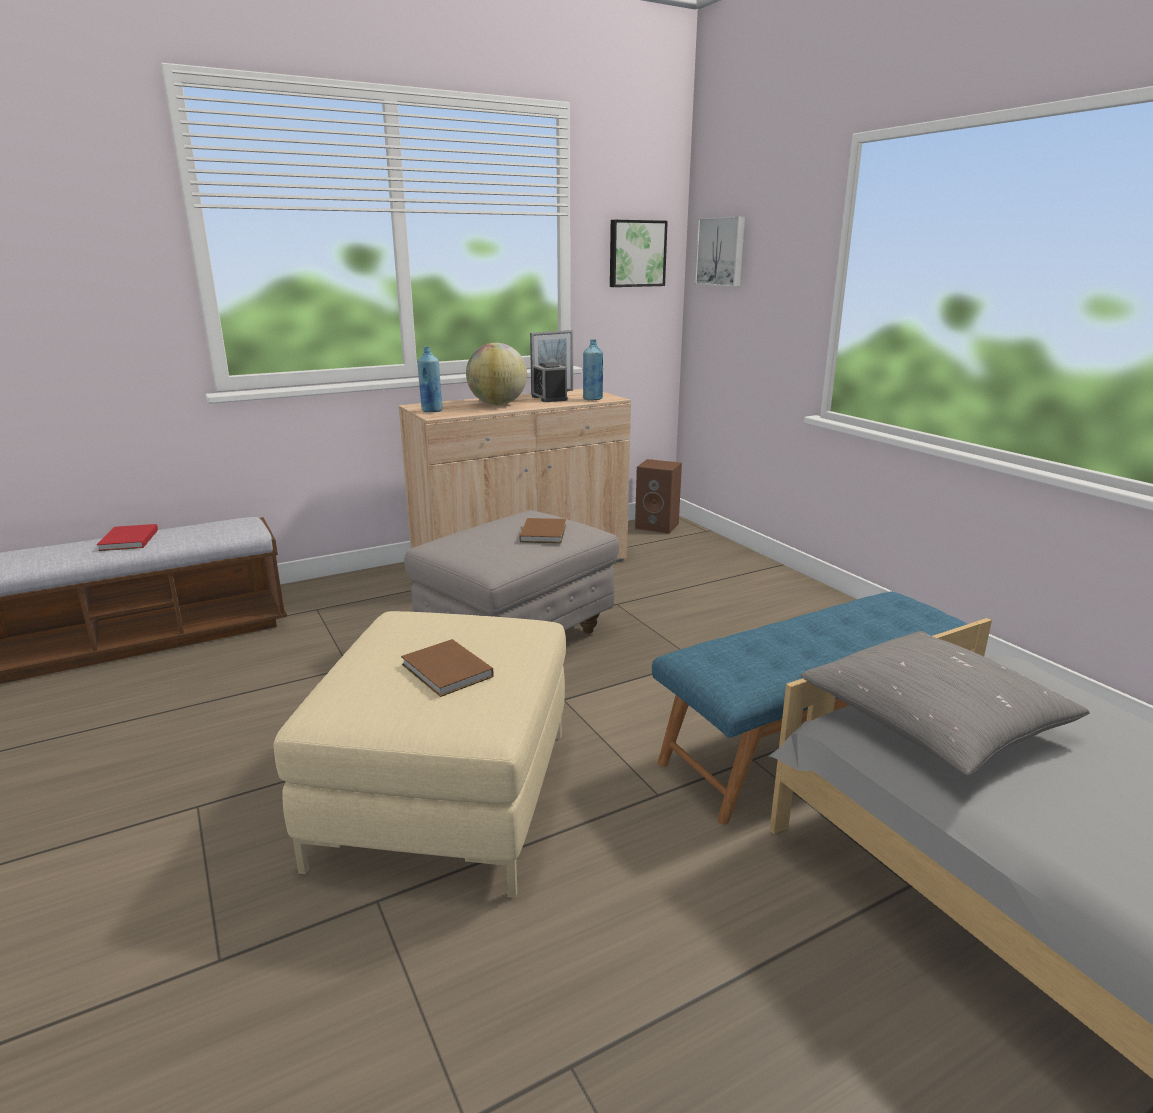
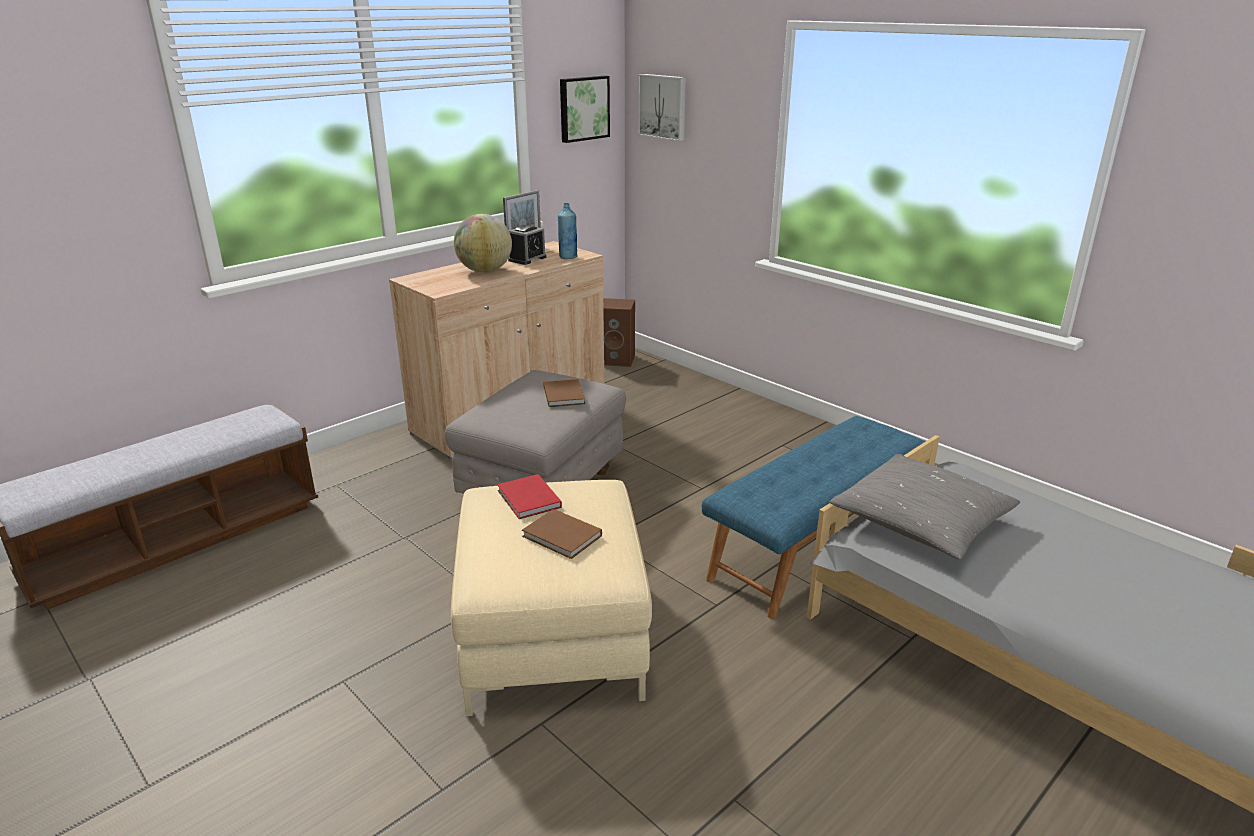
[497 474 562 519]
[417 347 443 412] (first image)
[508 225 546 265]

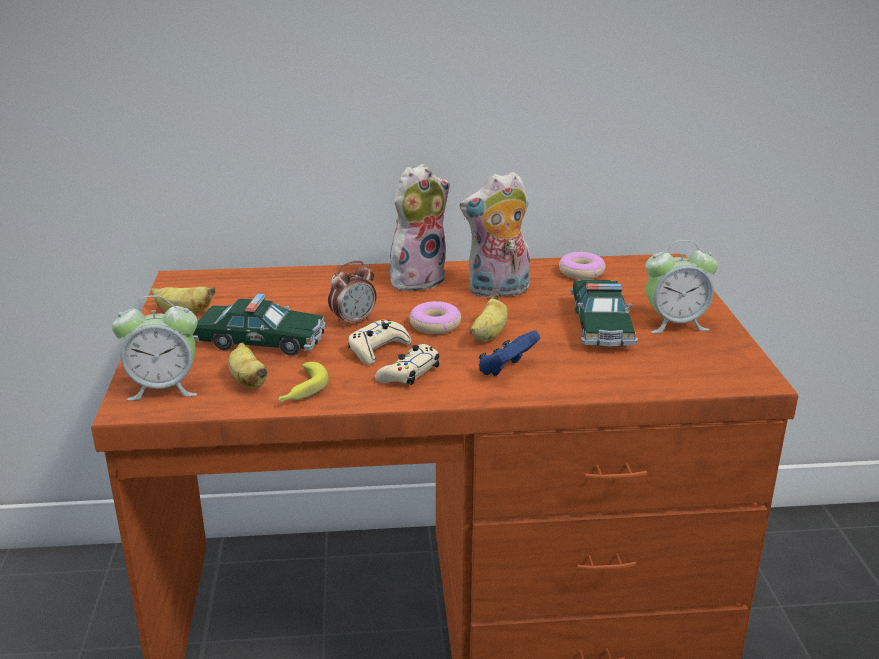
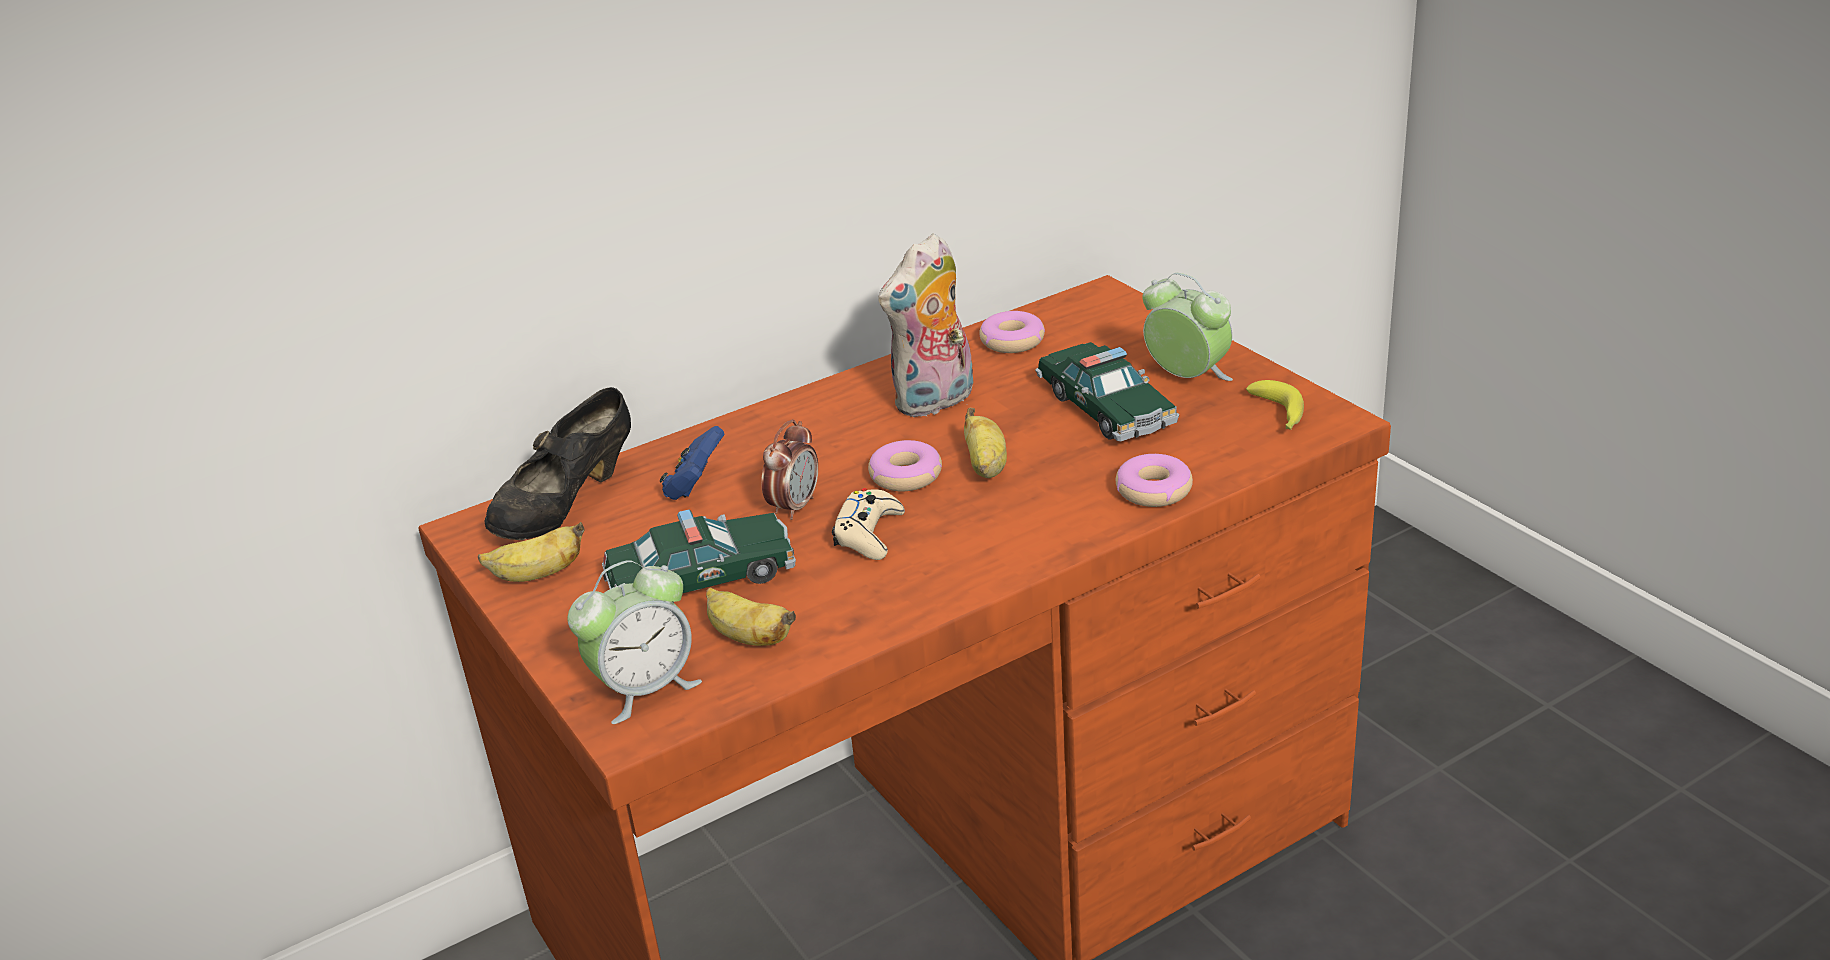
[1246 380 1304 429]
[375 344 439 385] (first image)
[390 164 450 291] (first image)
[660 426 725 500]
[1143 273 1233 381]
[484 387 631 540]
[1116 454 1193 507]

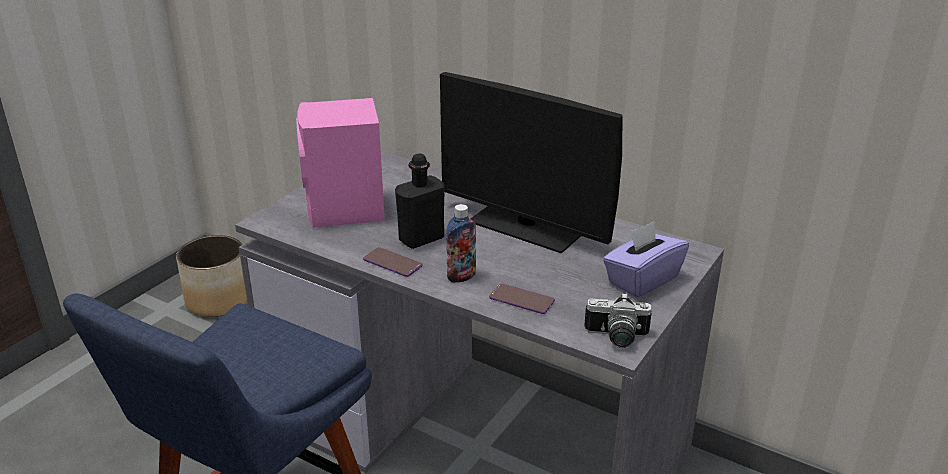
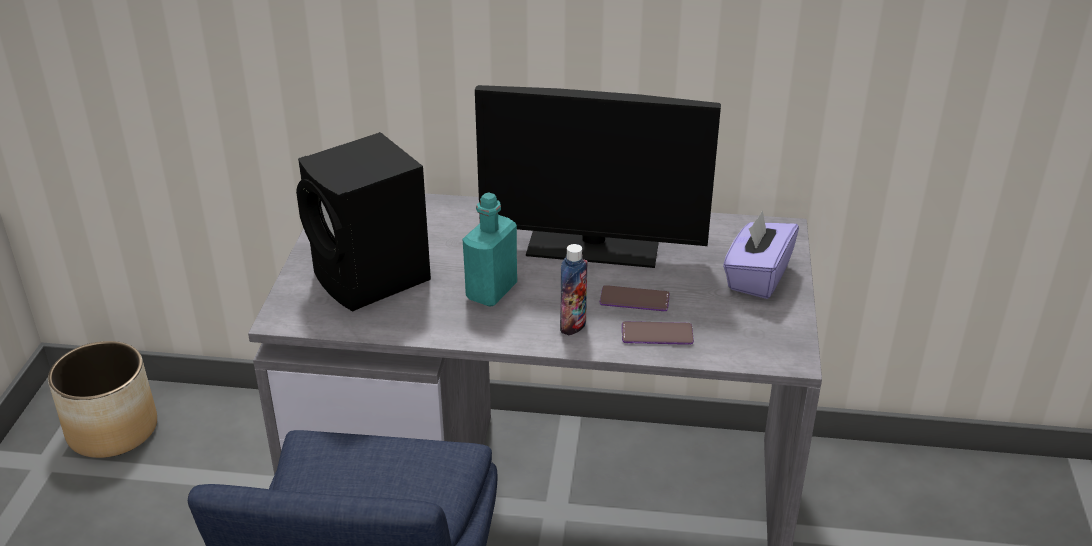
[296 132 431 312]
[599 285 670 311]
[463 192 517 306]
[584 292 652 348] (first image)

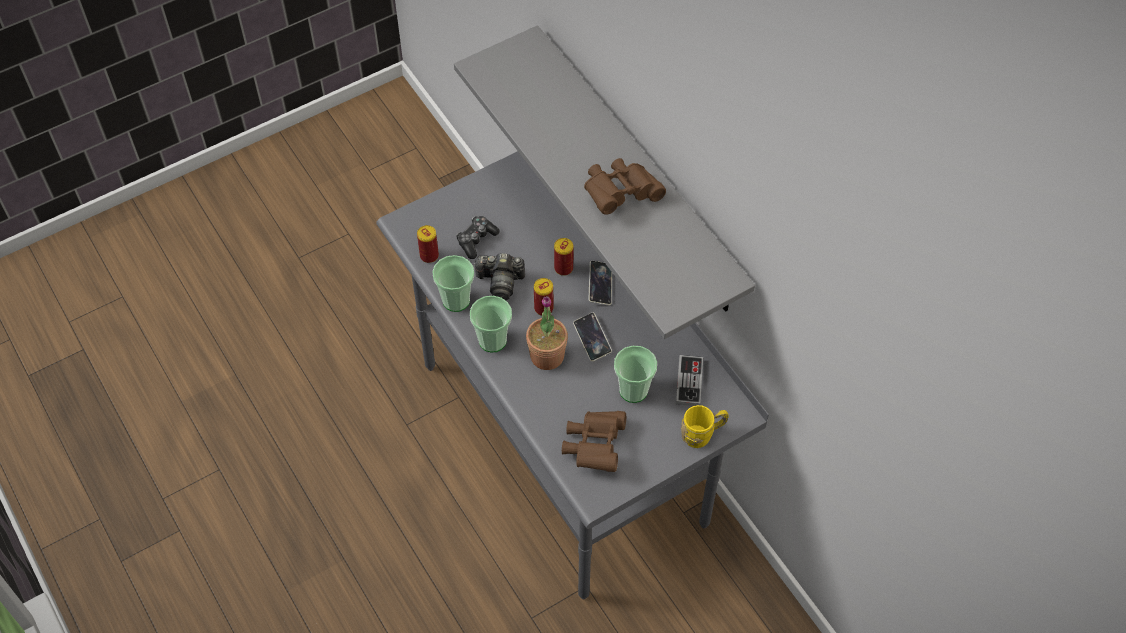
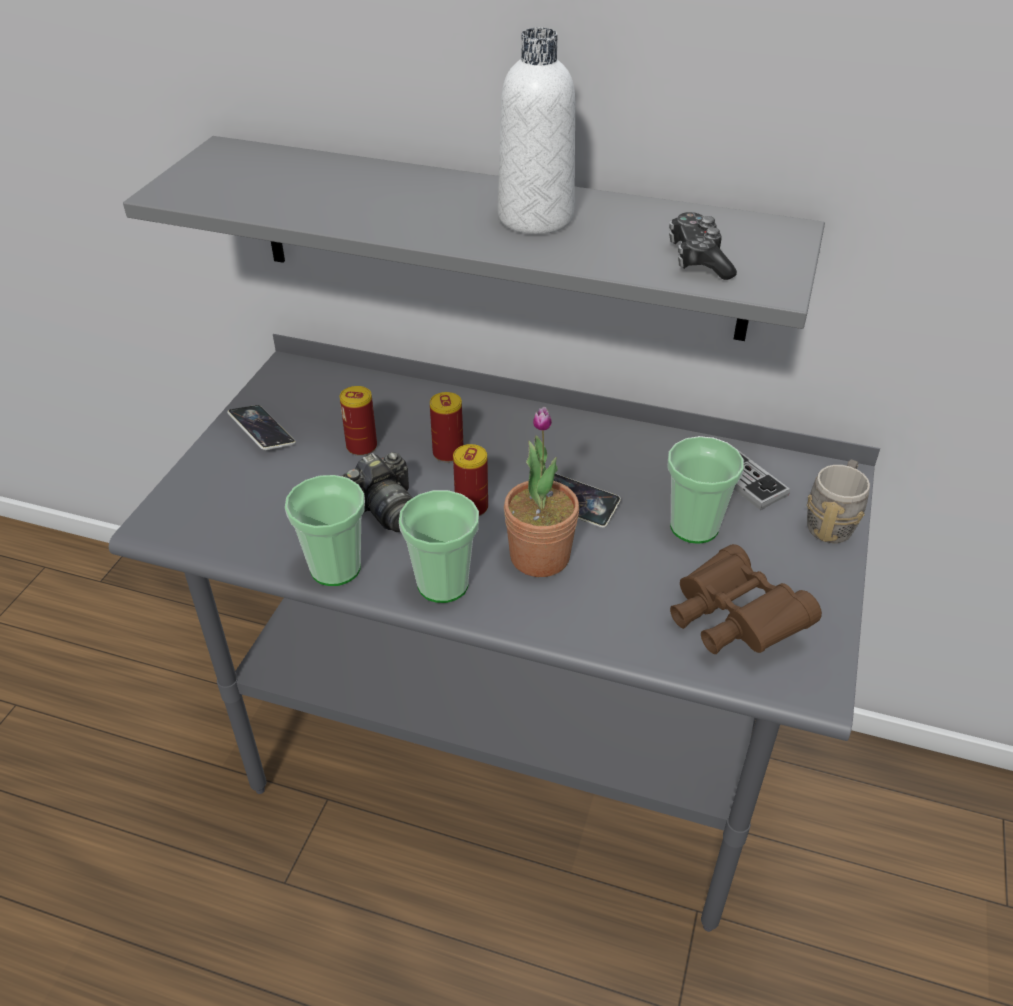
[340 386 377 456]
[669 212 737 280]
[498 28 575 234]
[227 405 296 450]
[807 460 870 543]

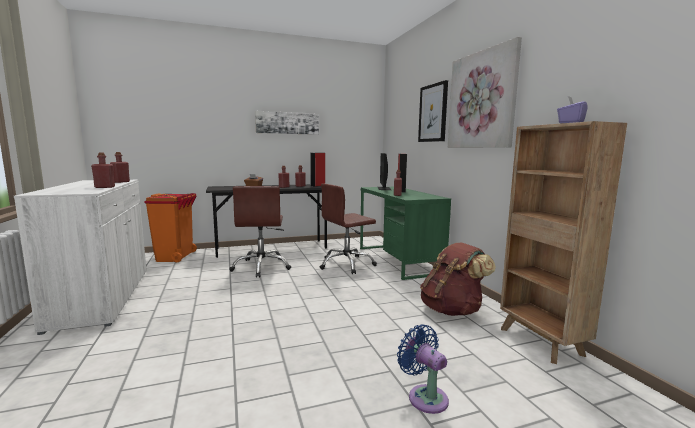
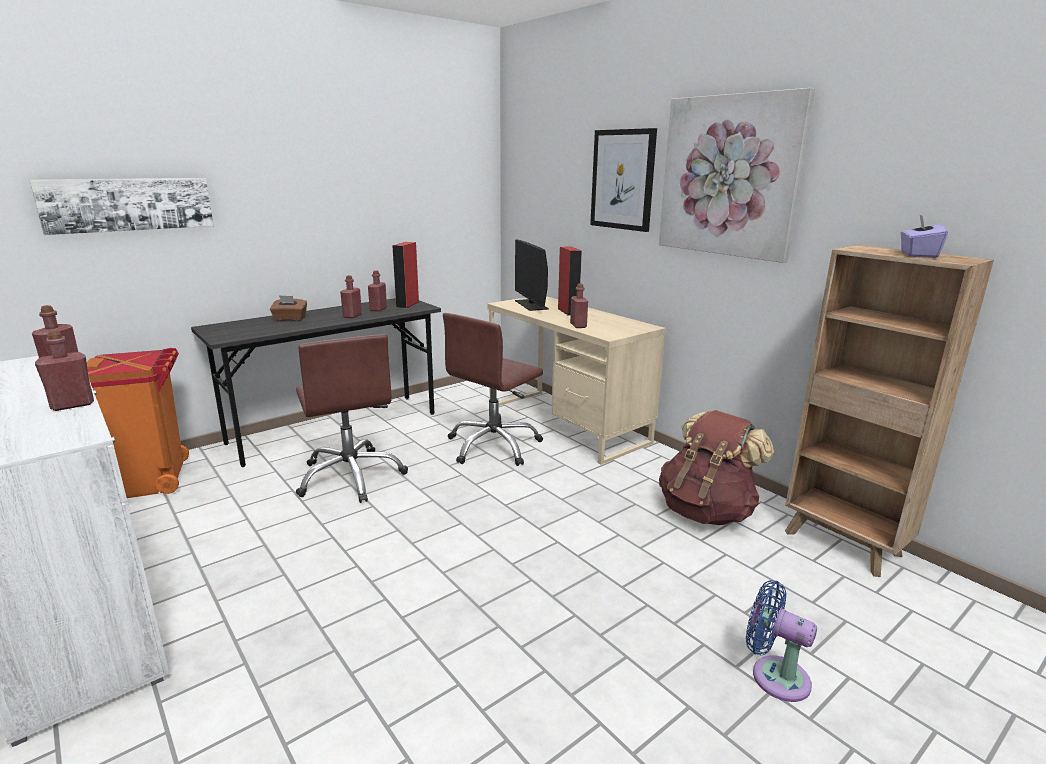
[30 178 214 235]
[487 296 666 465]

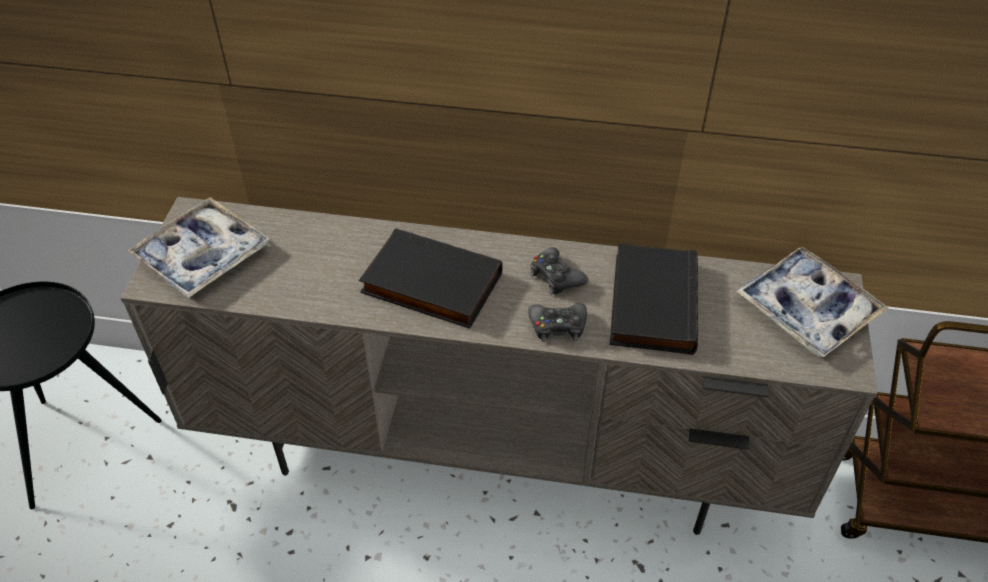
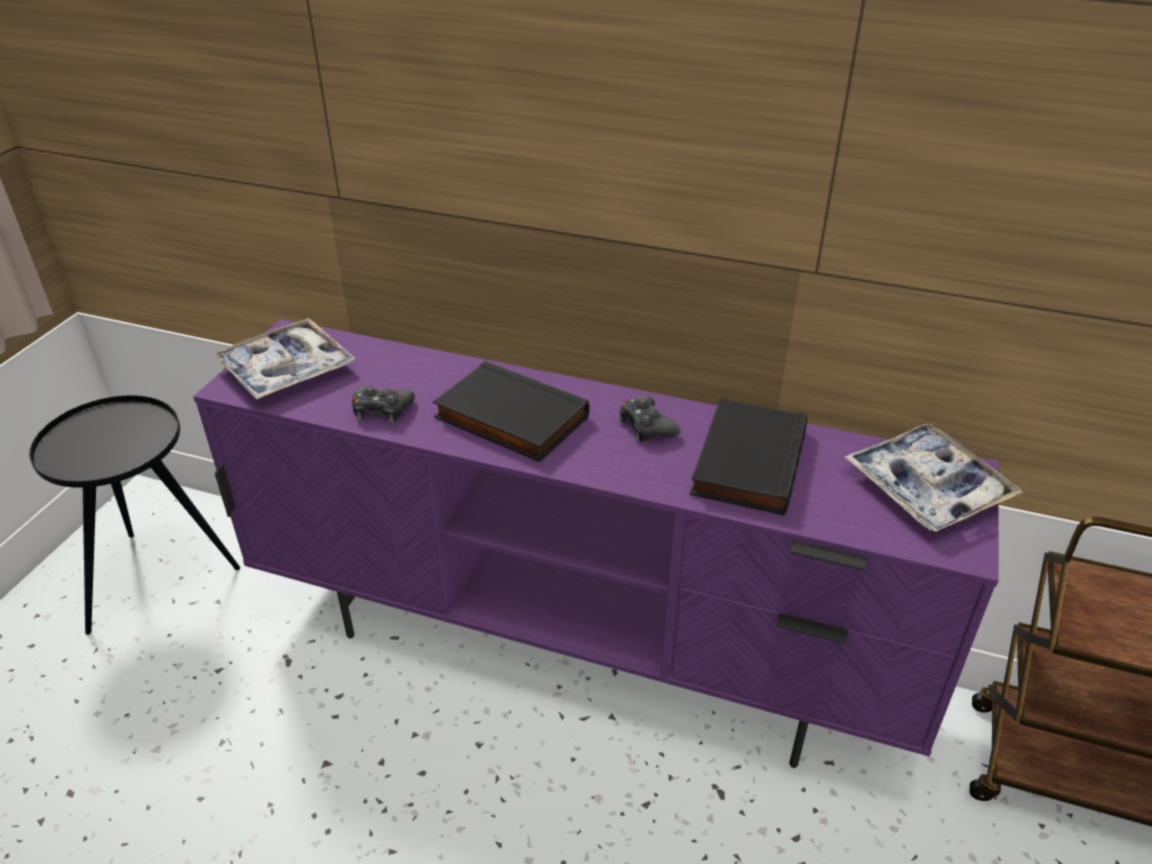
[193 319 999 768]
[352 386 415 423]

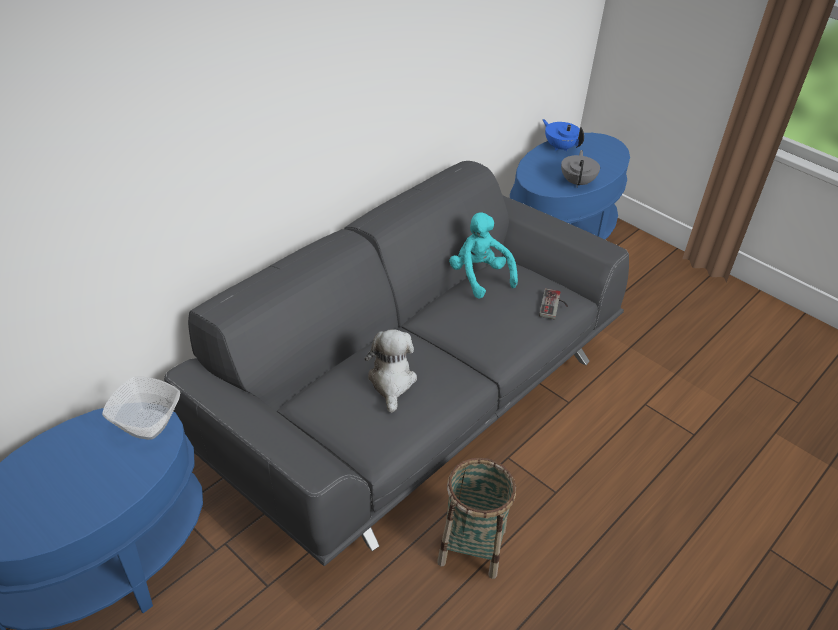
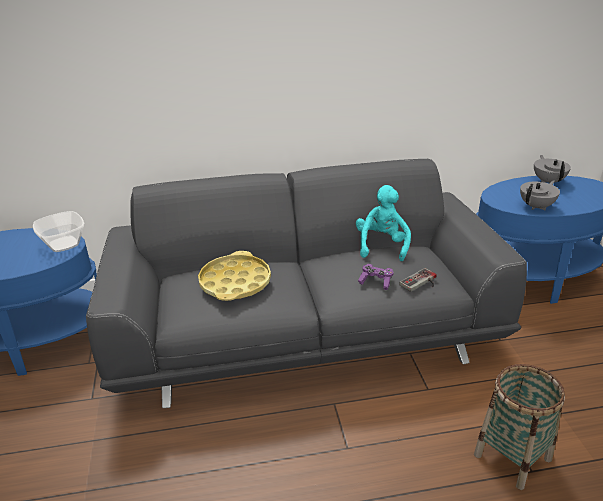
[198 251 271 301]
[474 364 565 490]
[534 155 571 183]
[358 264 394 290]

